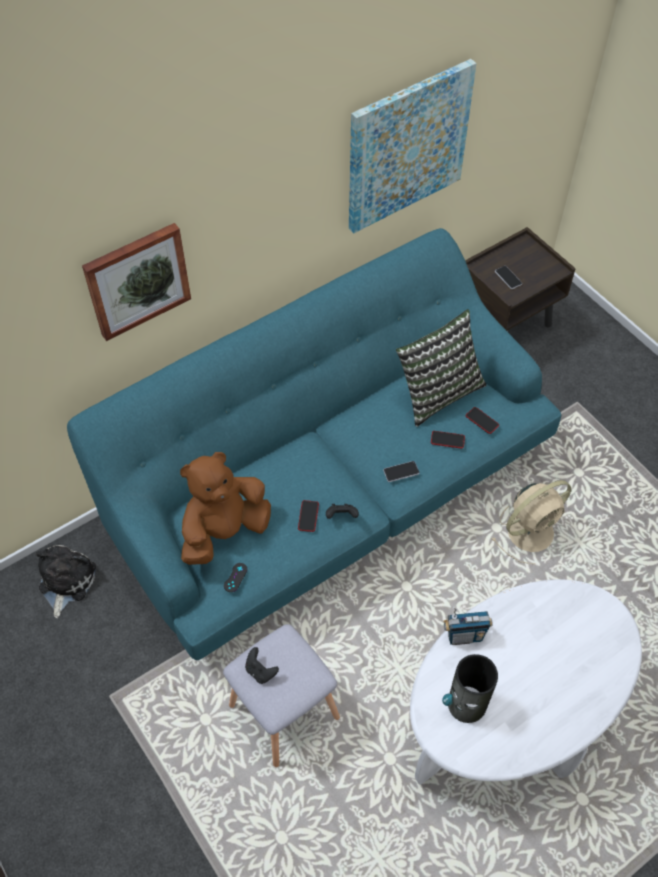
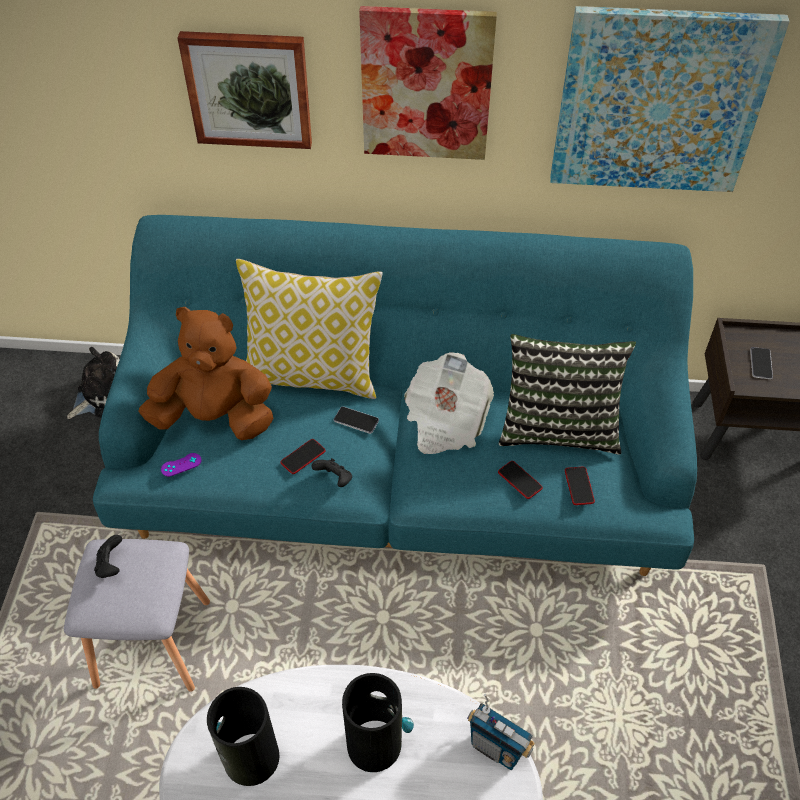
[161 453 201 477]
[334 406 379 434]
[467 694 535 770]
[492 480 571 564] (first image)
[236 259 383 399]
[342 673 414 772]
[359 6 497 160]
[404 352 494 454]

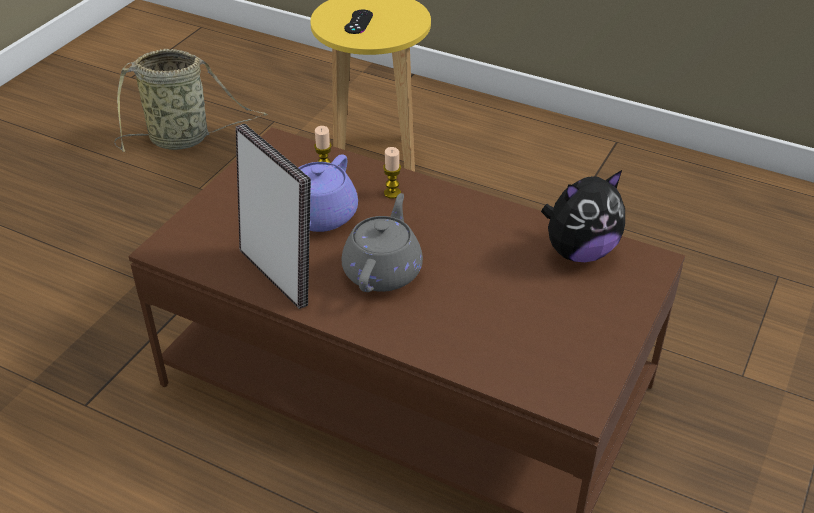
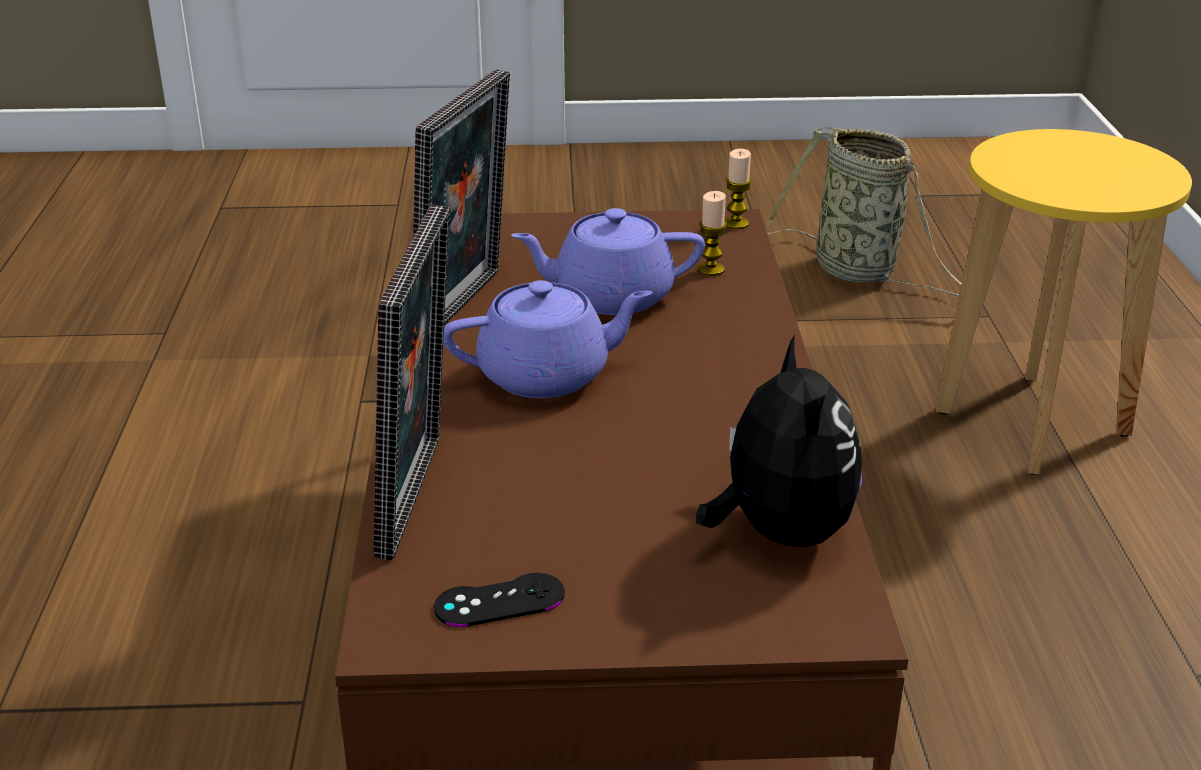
[443 280 652 398]
[434 573 565 627]
[725 149 752 229]
[696 334 862 547]
[374 204 450 560]

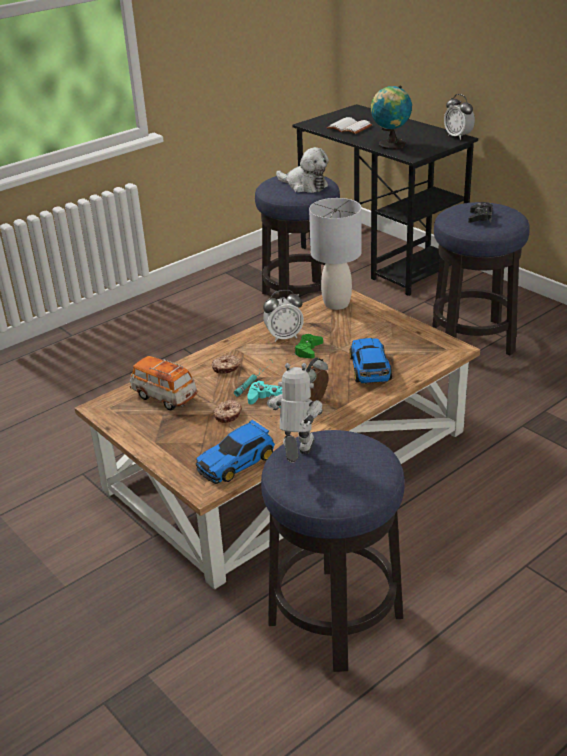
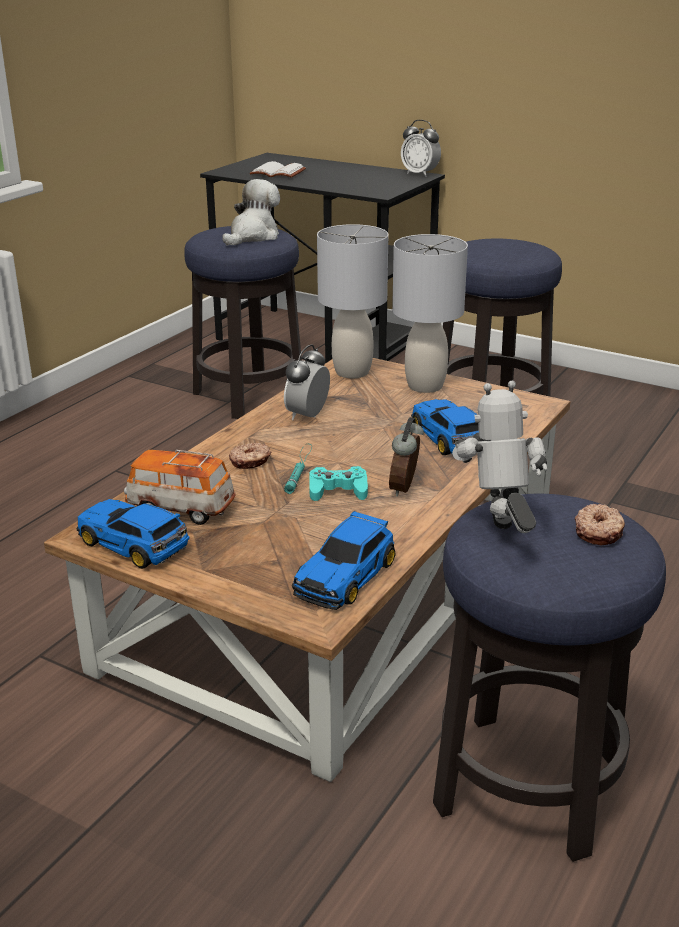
[574 504 625 545]
[284 345 330 420]
[223 179 280 246]
[295 334 323 358] (first image)
[371 86 412 149] (first image)
[468 202 493 223] (first image)
[77 499 190 569]
[392 234 468 393]

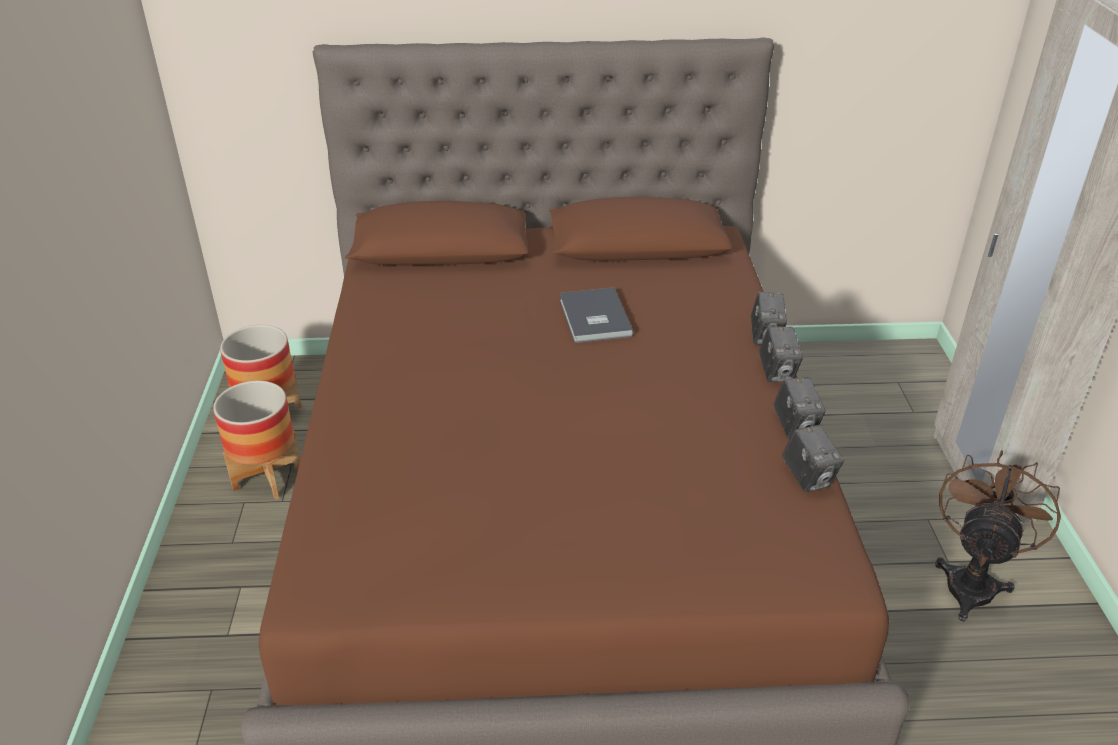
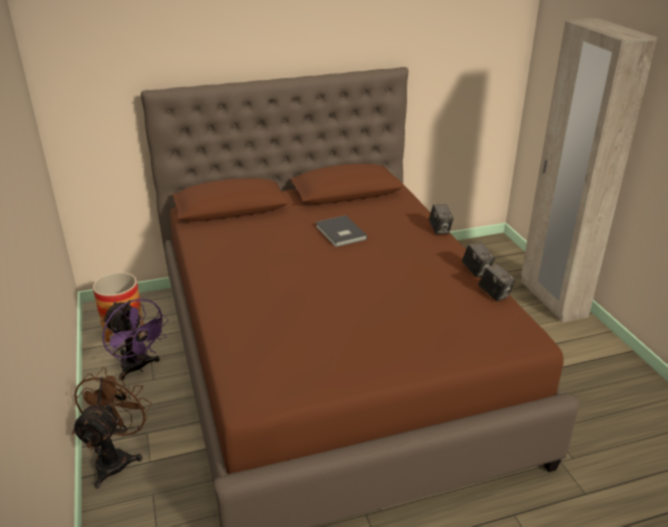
[102 298 169 380]
[759 326 803 382] (first image)
[72 367 152 489]

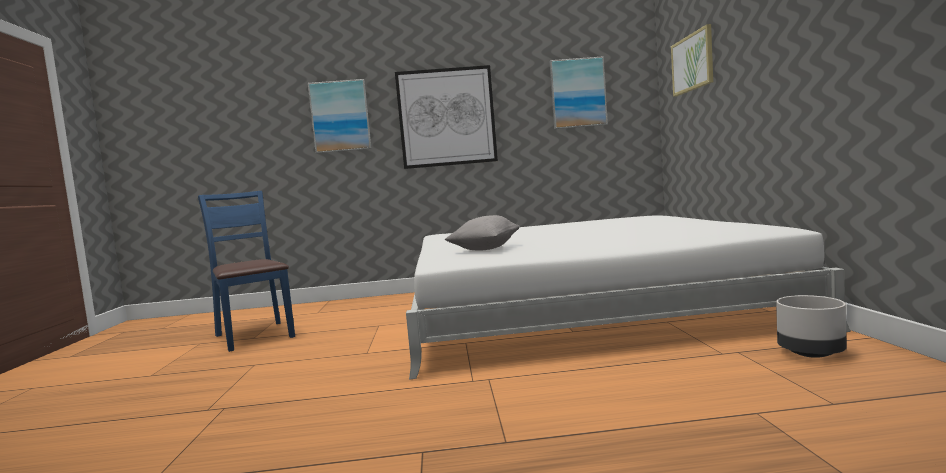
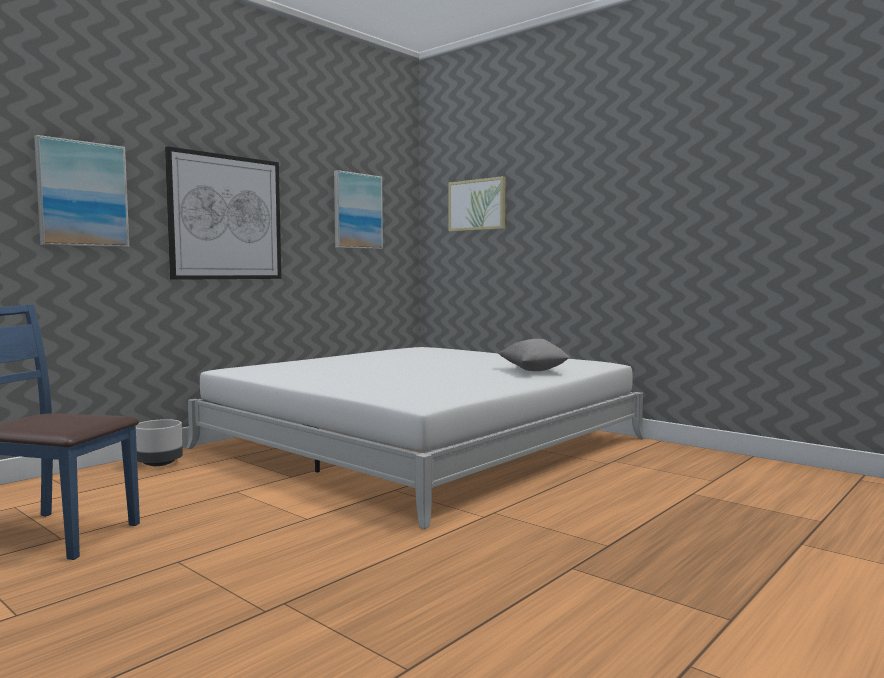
[498 339 570 371]
[136 419 183 466]

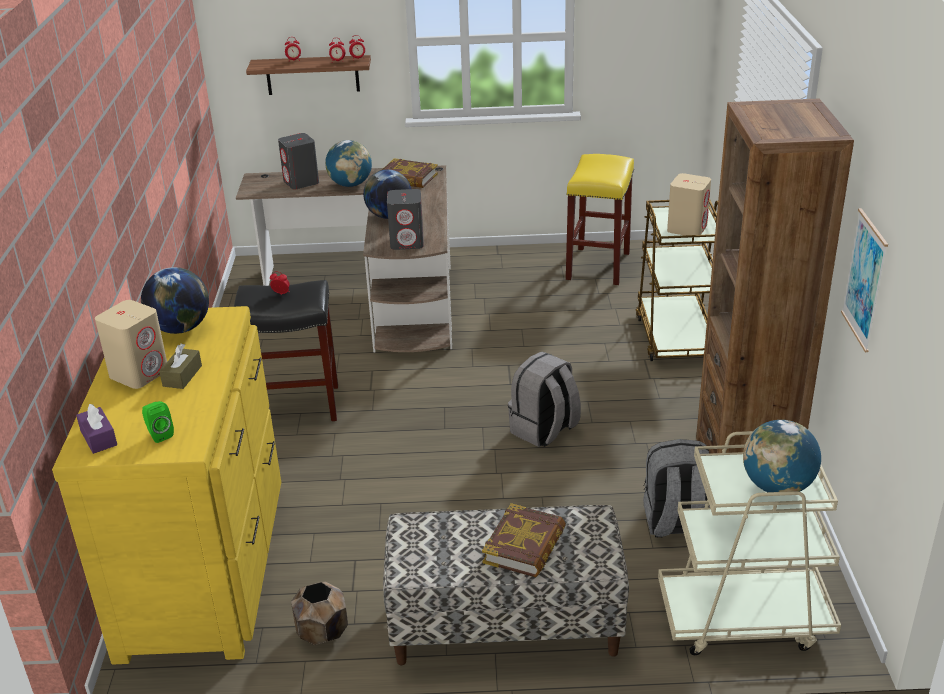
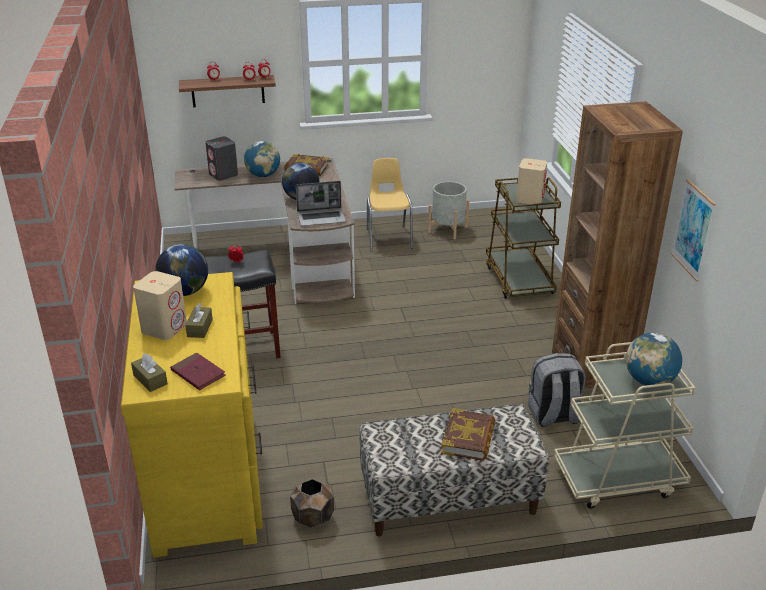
[131 353 168 392]
[170 353 226 390]
[296 181 346 226]
[508 352 581 447] (first image)
[428 181 469 239]
[367 158 413 252]

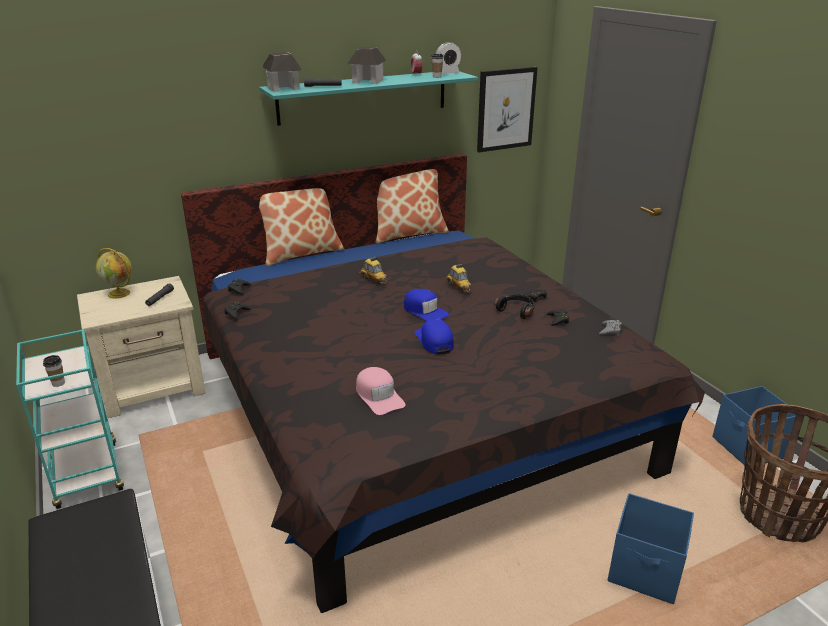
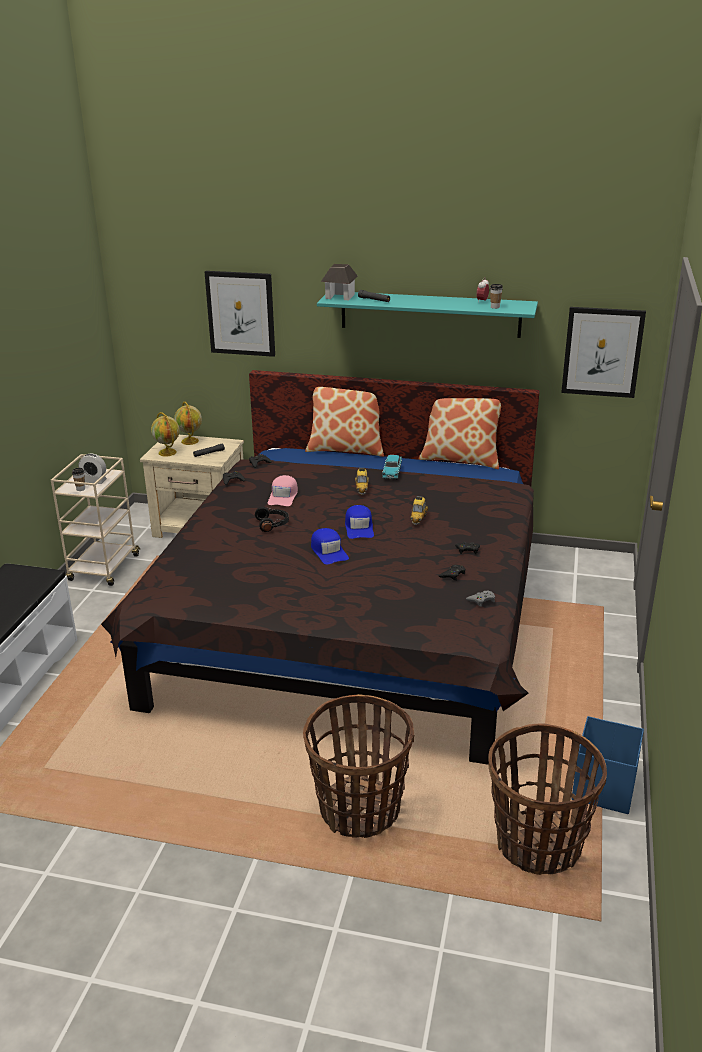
[51 454 140 586]
[347 47 386 84] (first image)
[268 475 298 506]
[311 528 349 564]
[79 454 107 484]
[255 507 289 532]
[303 694 414 838]
[151 412 180 457]
[205 271 275 357]
[382 455 402 480]

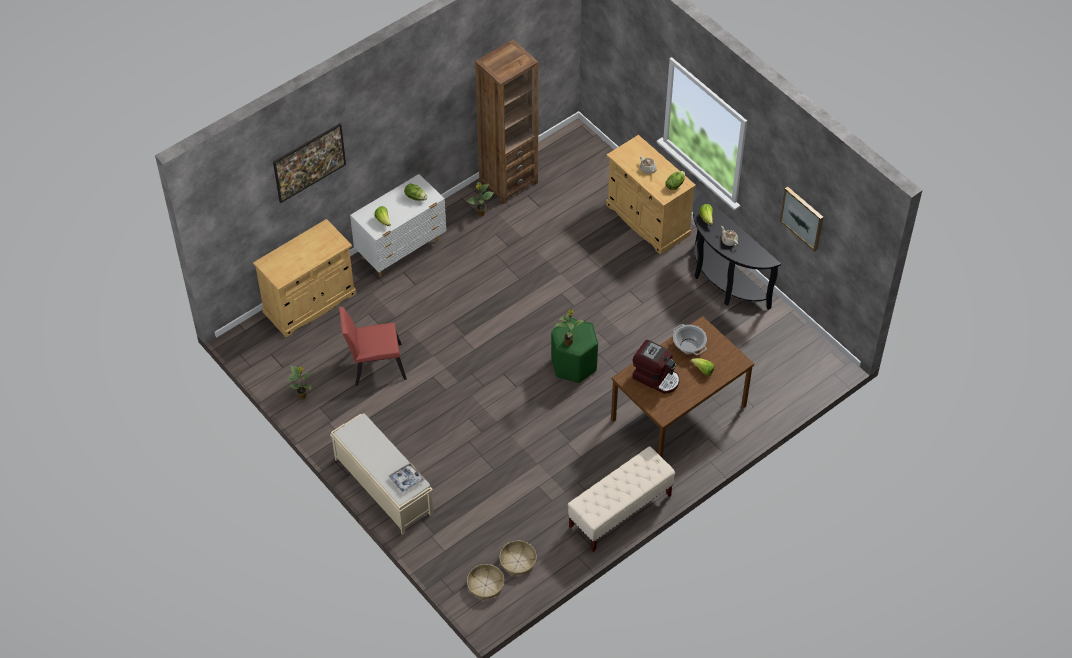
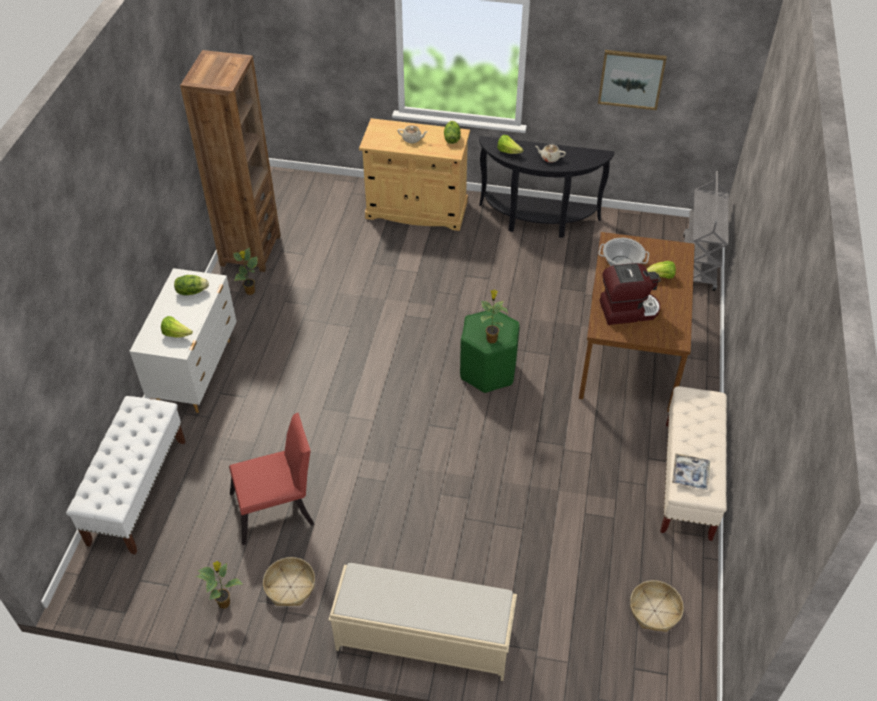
[66 396 186 555]
[273 123 346 203] (first image)
[229 413 314 545]
[672 453 710 490]
[263 557 315 606]
[683 171 728 291]

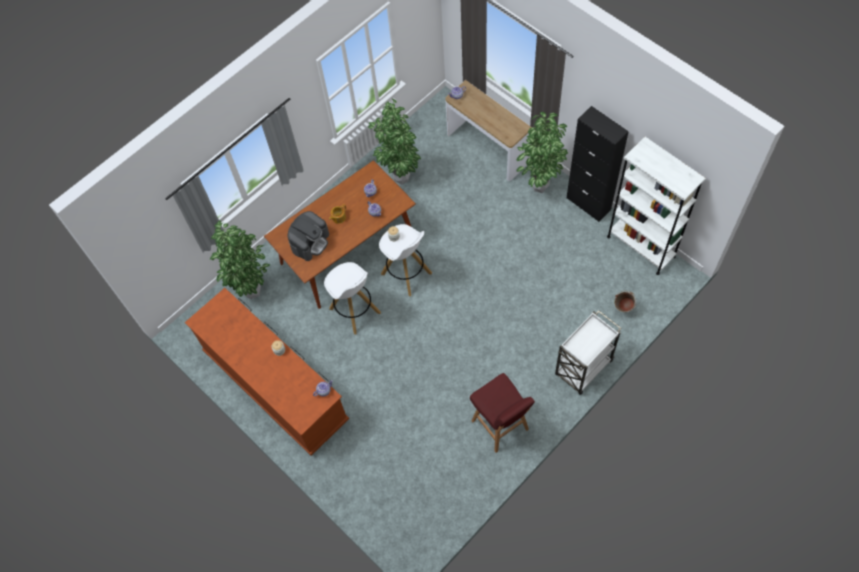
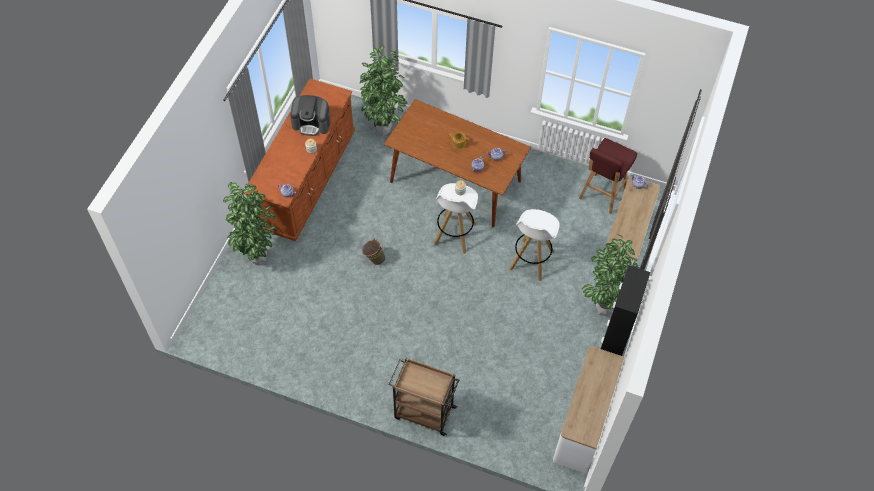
[290 95 331 136]
[509 209 560 281]
[223 182 277 265]
[579 138 637 214]
[389 358 459 436]
[553 346 624 474]
[362 239 385 265]

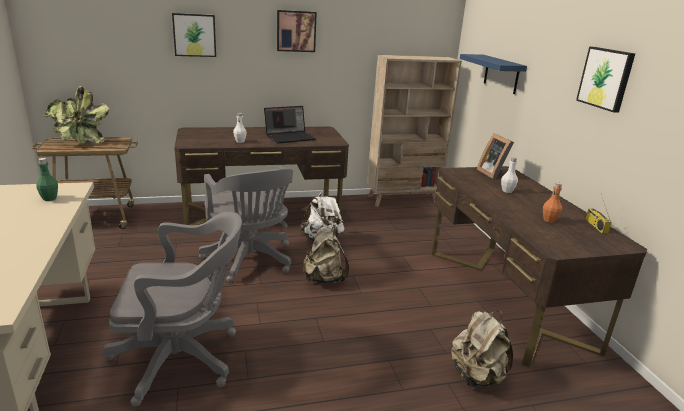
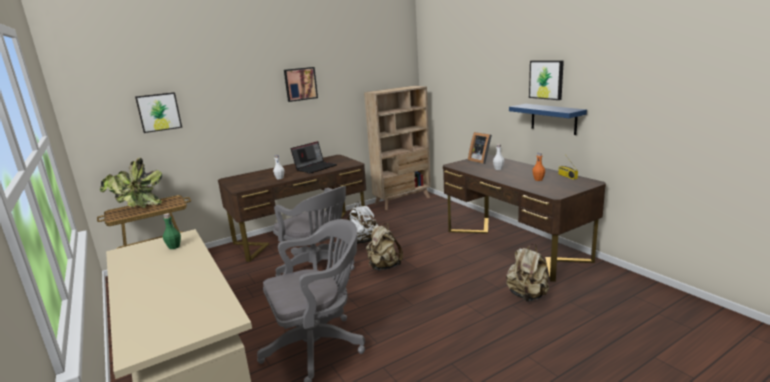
[135 92 182 133]
[509 104 587 135]

